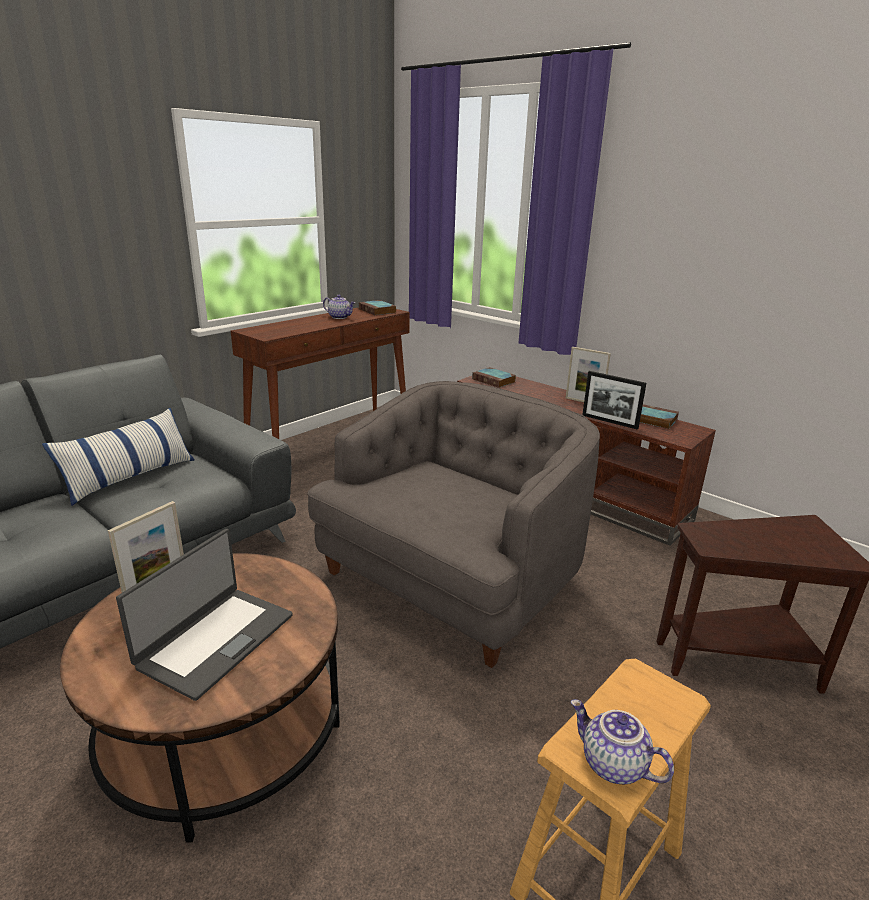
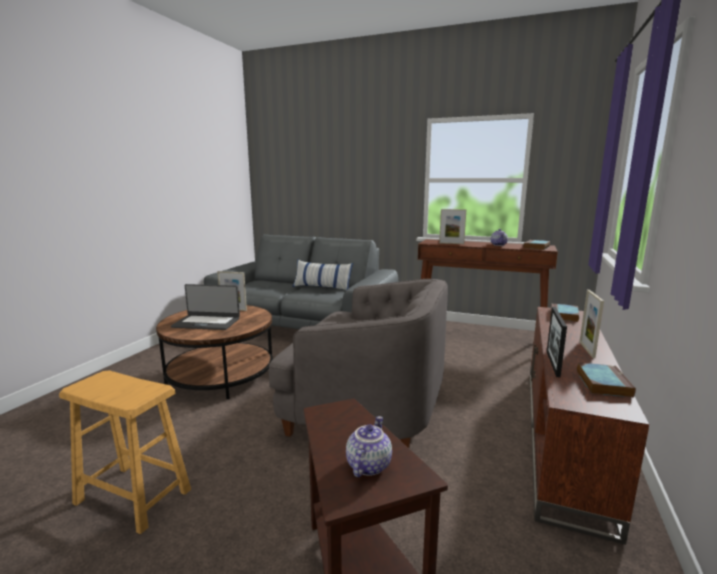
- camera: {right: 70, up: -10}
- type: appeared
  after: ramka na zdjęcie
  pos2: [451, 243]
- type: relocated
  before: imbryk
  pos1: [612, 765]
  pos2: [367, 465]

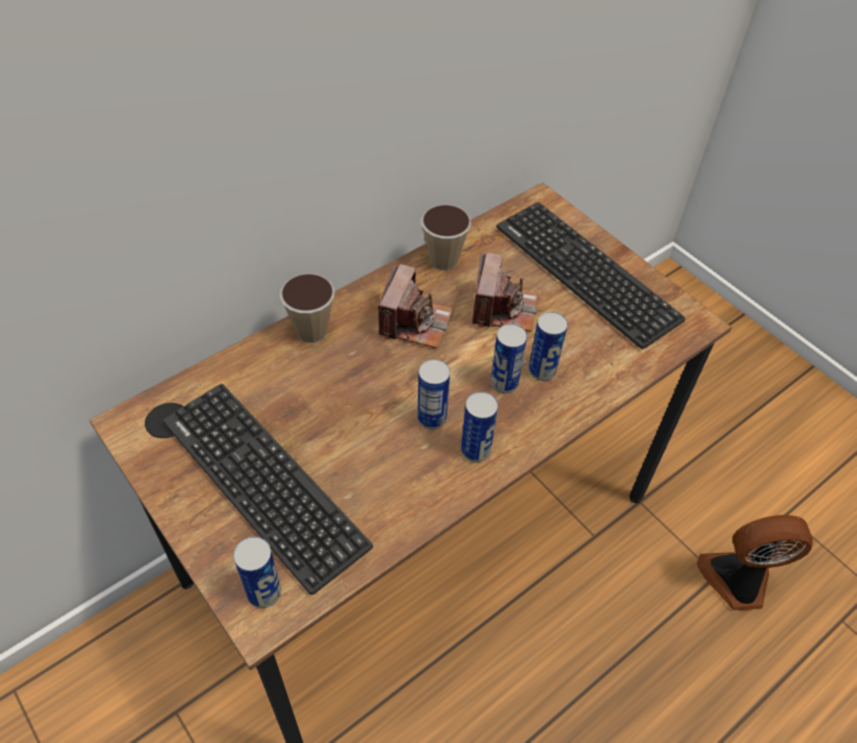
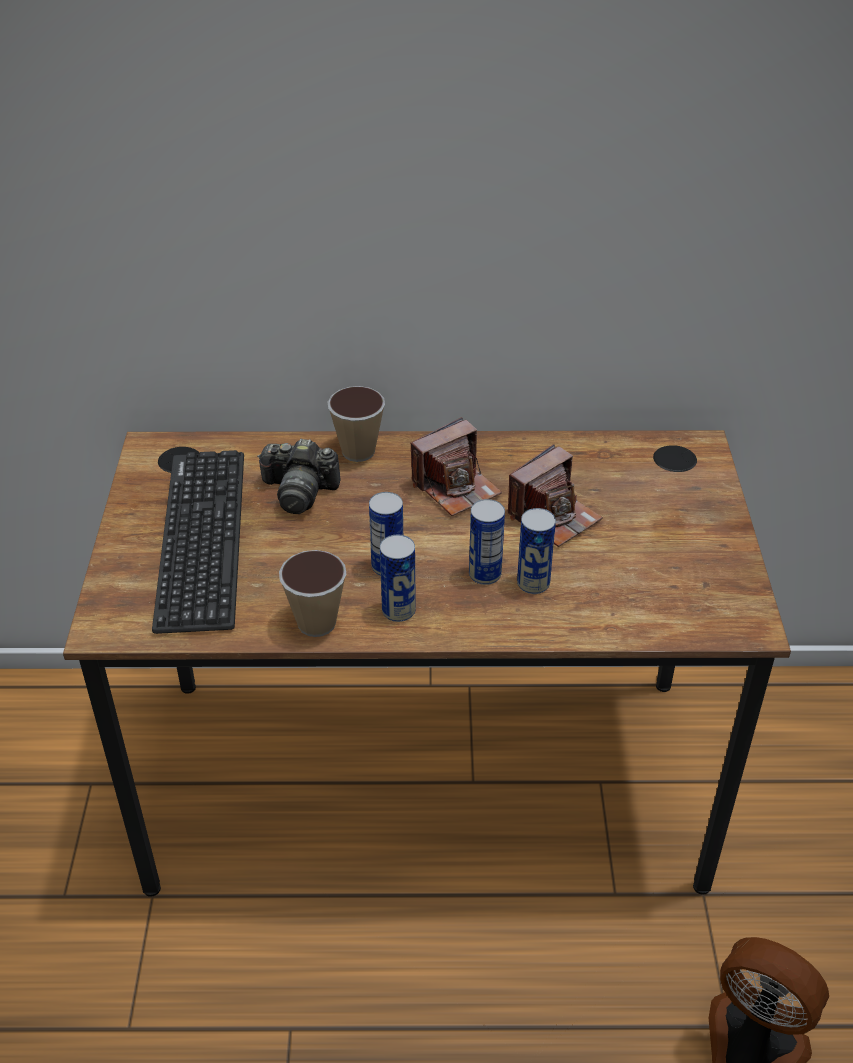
- camera: {right: 40, up: -10}
- type: missing
  before: puszka
  pos1: [264, 592]
- type: missing
  before: klawiatura
  pos1: [586, 273]
- type: appeared
  after: aparat fotograficzny
  pos2: [299, 492]
- type: relocated
  before: filiżanka
  pos1: [443, 260]
  pos2: [316, 623]

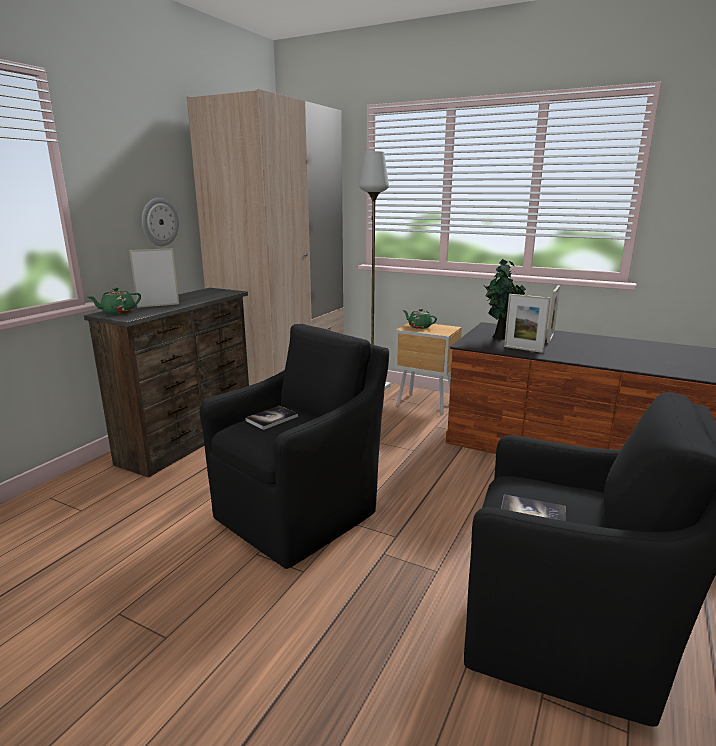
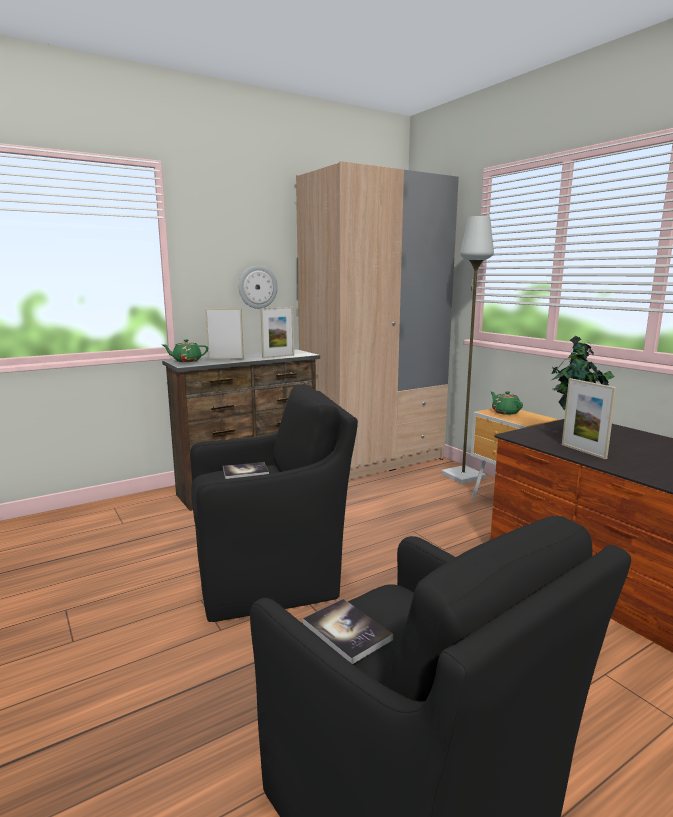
- camera: {right: 30, up: -5}
- type: relocated
  before: ramka na zdjęcie
  pos1: [550, 338]
  pos2: [278, 356]

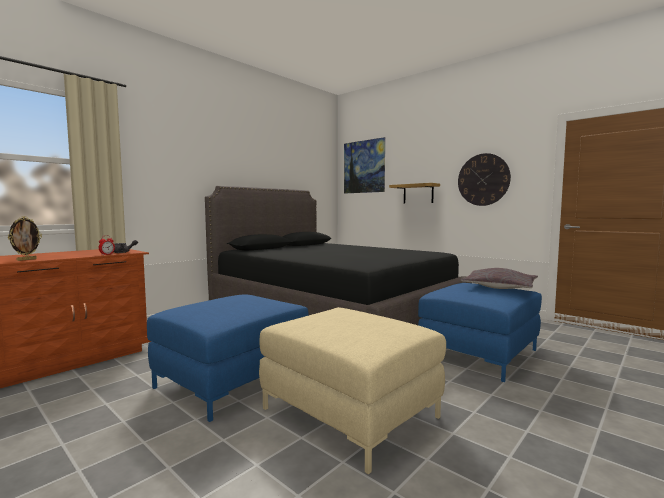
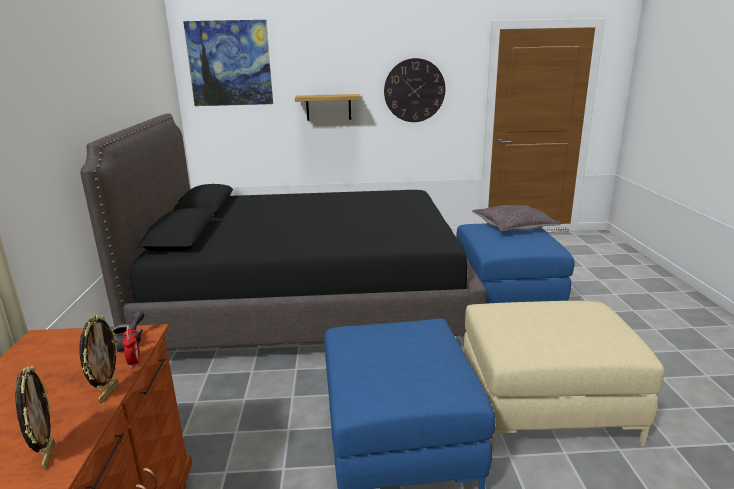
- camera: {right: -45, up: 15}
- type: appeared
  after: ramka na zdjęcie
  pos2: [108, 393]

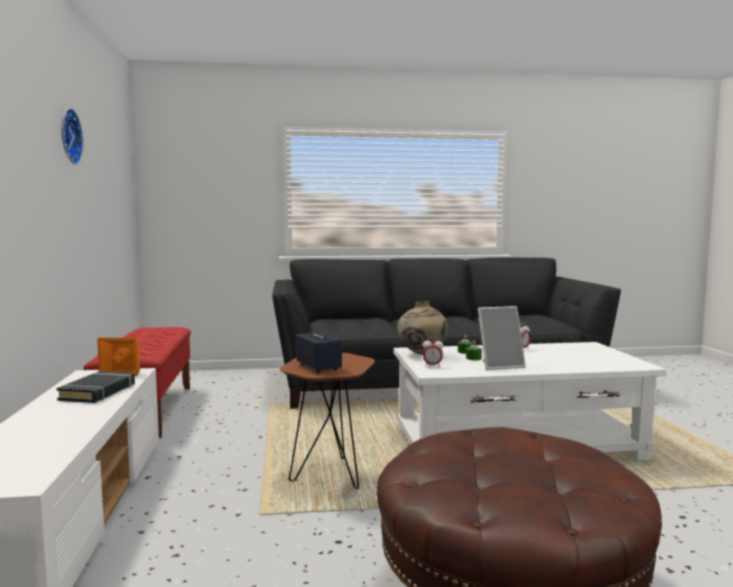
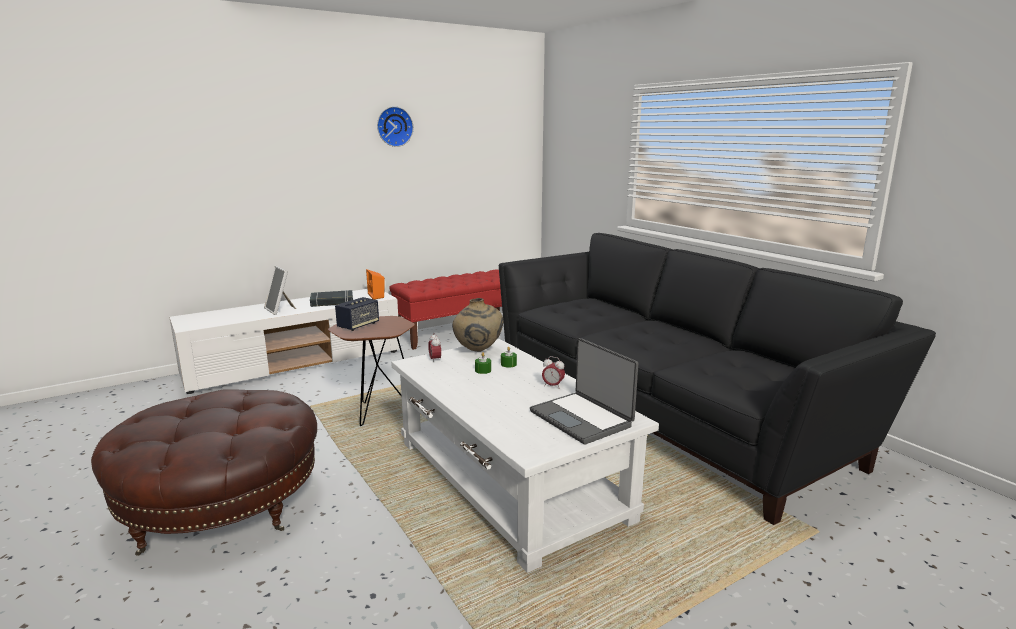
- camera: {right: 65, up: 10}
- type: appeared
  after: laptop
  pos2: [582, 418]
- type: relocated
  before: ramka na zdjęcie
  pos1: [499, 365]
  pos2: [280, 310]

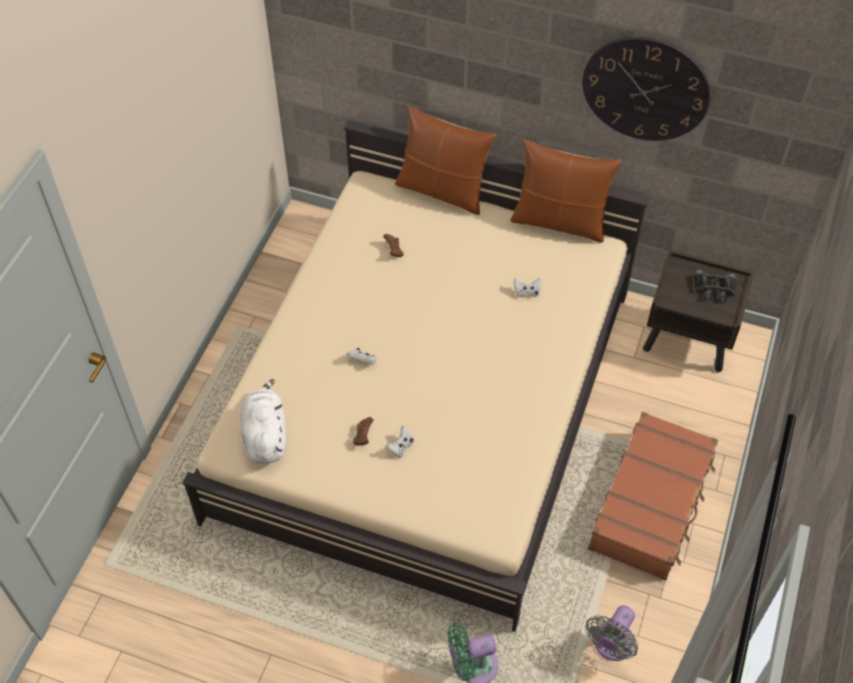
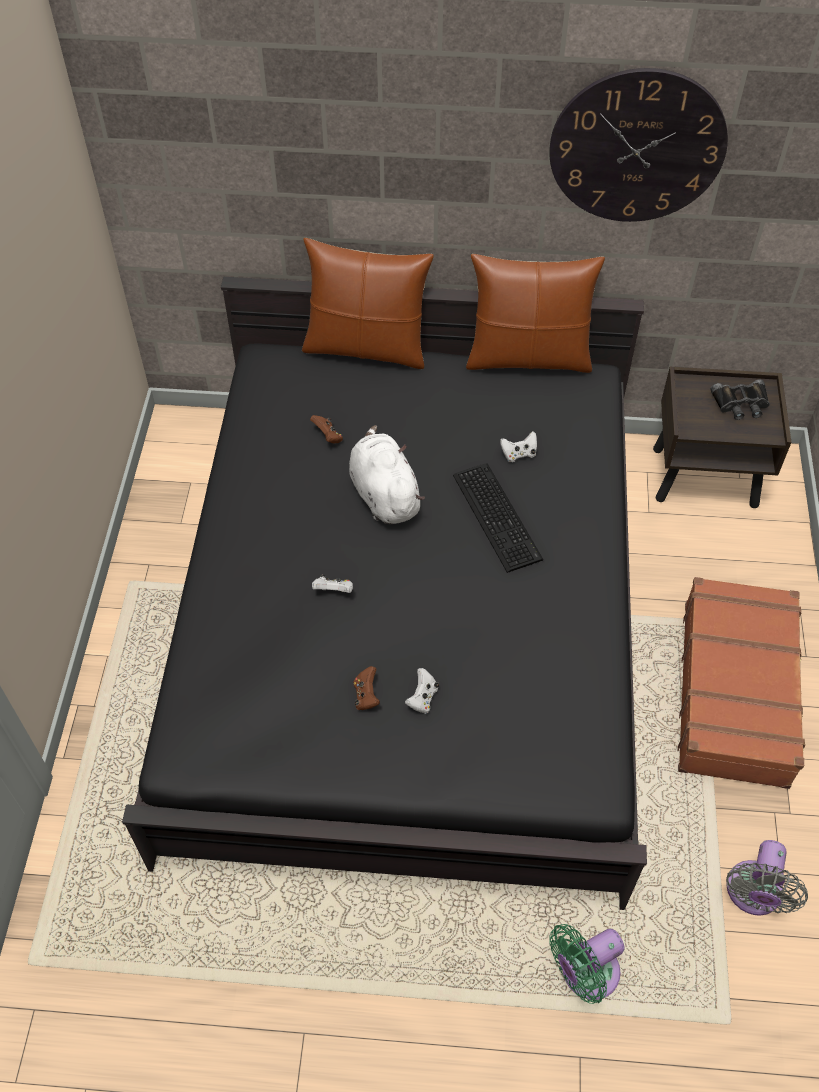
- camera: {right: -15, up: 0}
- type: appeared
  after: klawiatura
  pos2: [498, 515]
- type: relocated
  before: pluszak (biały)
  pos1: [265, 435]
  pos2: [383, 494]
- type: colour
  before: łóżko (beżowy)
  after: łóżko (czarny)
  pos1: [427, 401]
  pos2: [410, 626]

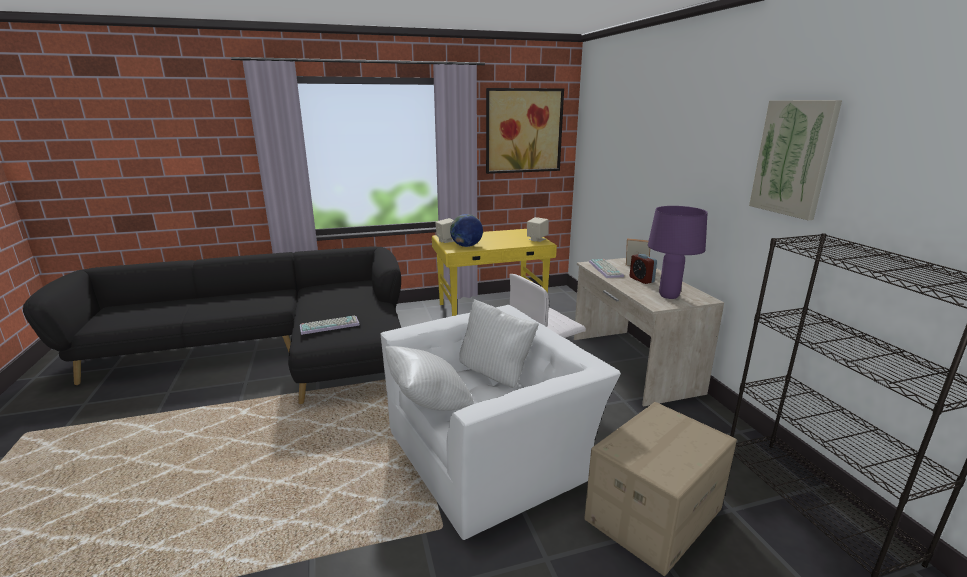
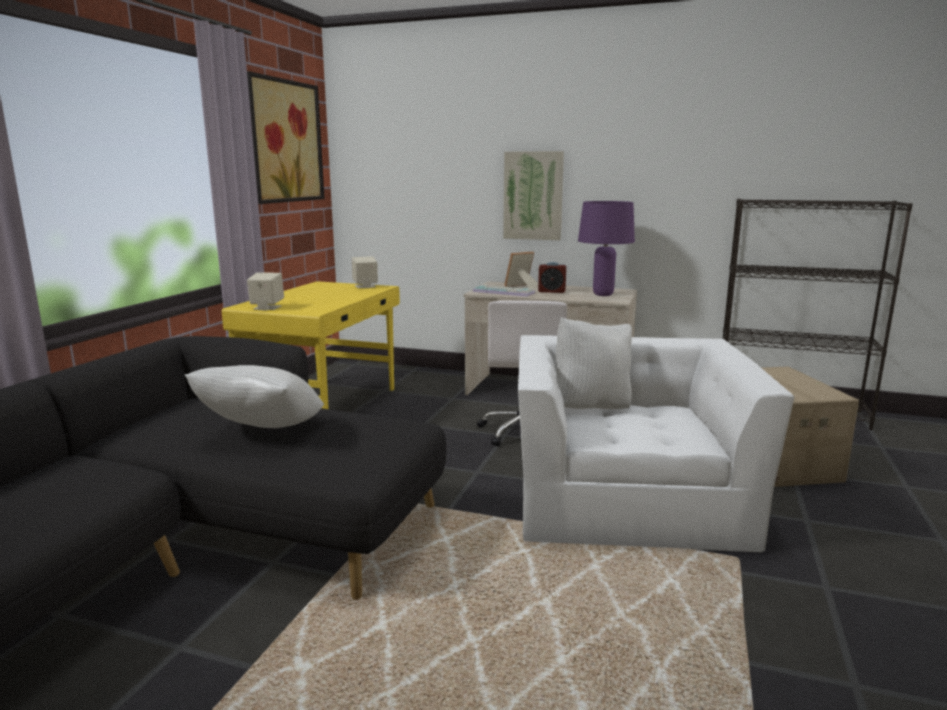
- camera: {right: -55, up: -5}
- type: missing
  before: klawiatura
  pos1: [330, 325]
- type: missing
  before: globus
  pos1: [466, 246]
- type: relocated
  before: poduszka (biały)
  pos1: [428, 403]
  pos2: [262, 432]
- type: relocated
  before: obraz
  pos1: [793, 158]
  pos2: [533, 196]

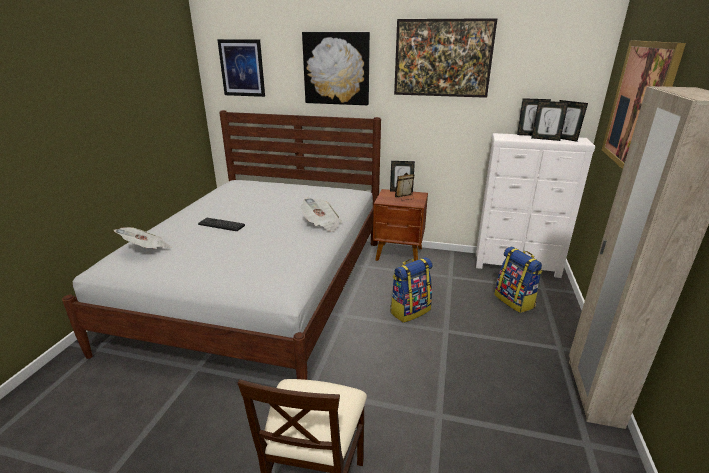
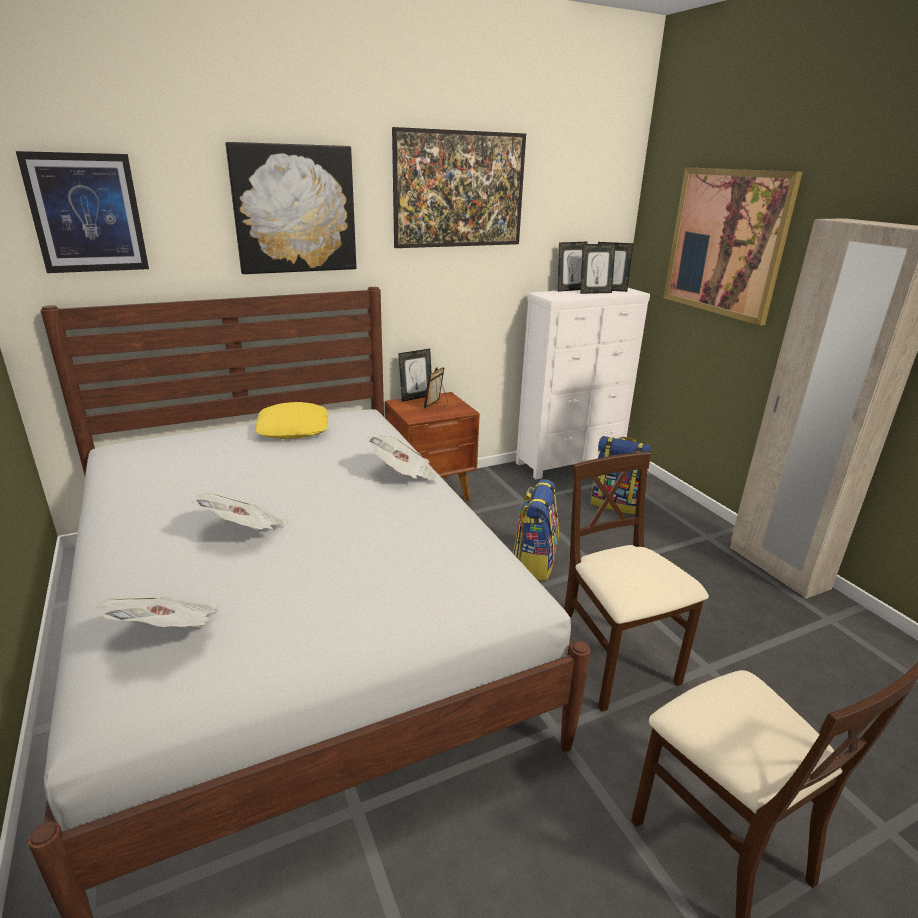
- camera: {right: -40, up: 0}
- type: appeared
  after: poduszka (żółty)
  pos2: [294, 429]
- type: appeared
  after: krzesło (beżowy)
  pos2: [615, 664]
- type: exchanged
  before: klawiatura
  after: gazeta
  pos1: [221, 225]
  pos2: [245, 531]

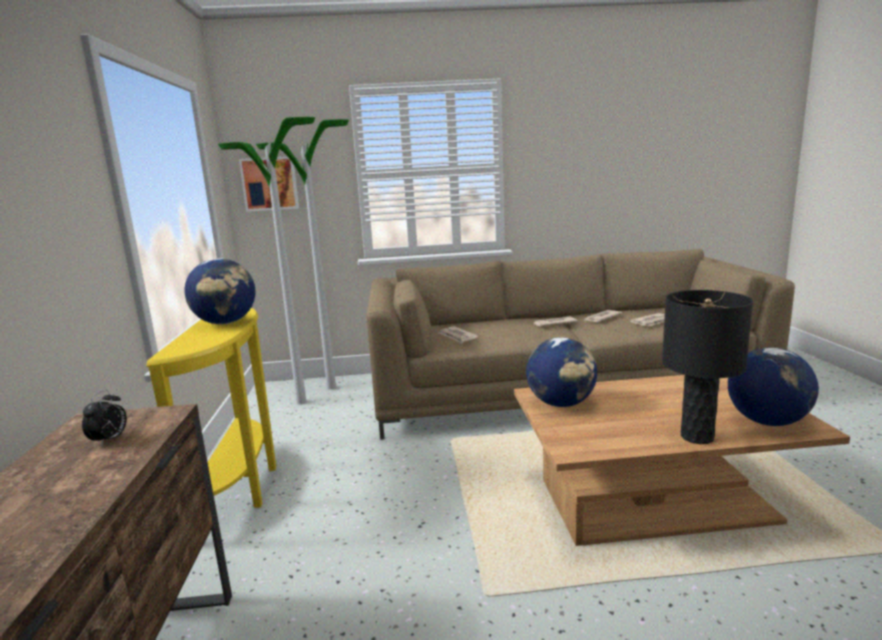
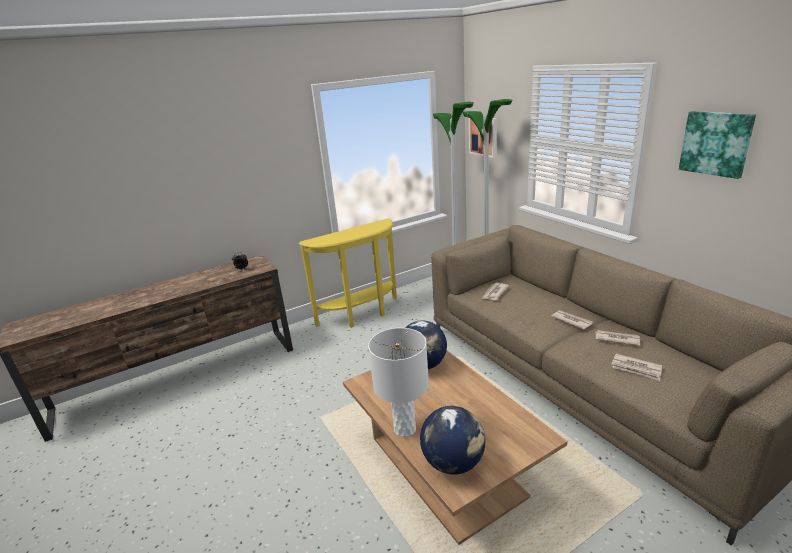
- camera: {right: 65, up: 10}
- type: missing
  before: globus
  pos1: [226, 323]
- type: appeared
  after: obraz
  pos2: [716, 143]
- type: colour
  before: lampa stołowa (czarny)
  after: lampa stołowa (biały)
  pos1: [696, 437]
  pos2: [405, 429]

